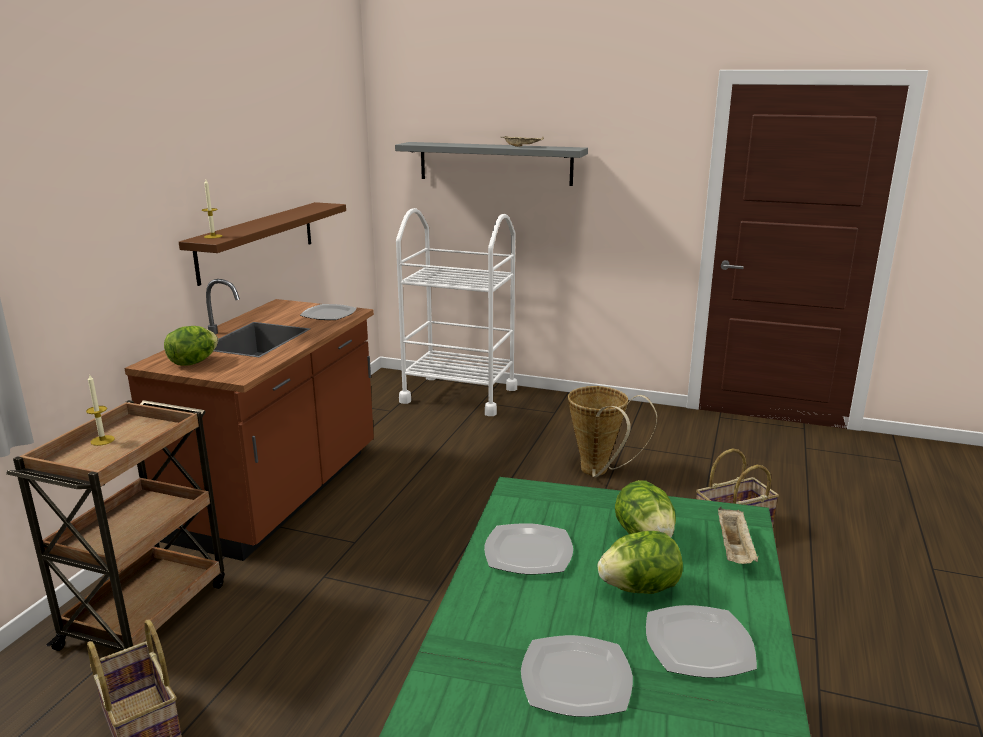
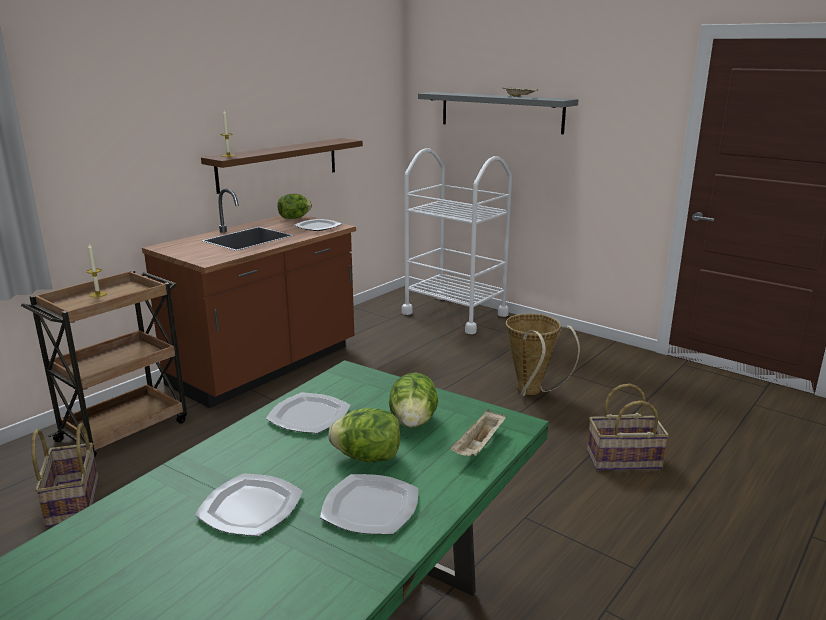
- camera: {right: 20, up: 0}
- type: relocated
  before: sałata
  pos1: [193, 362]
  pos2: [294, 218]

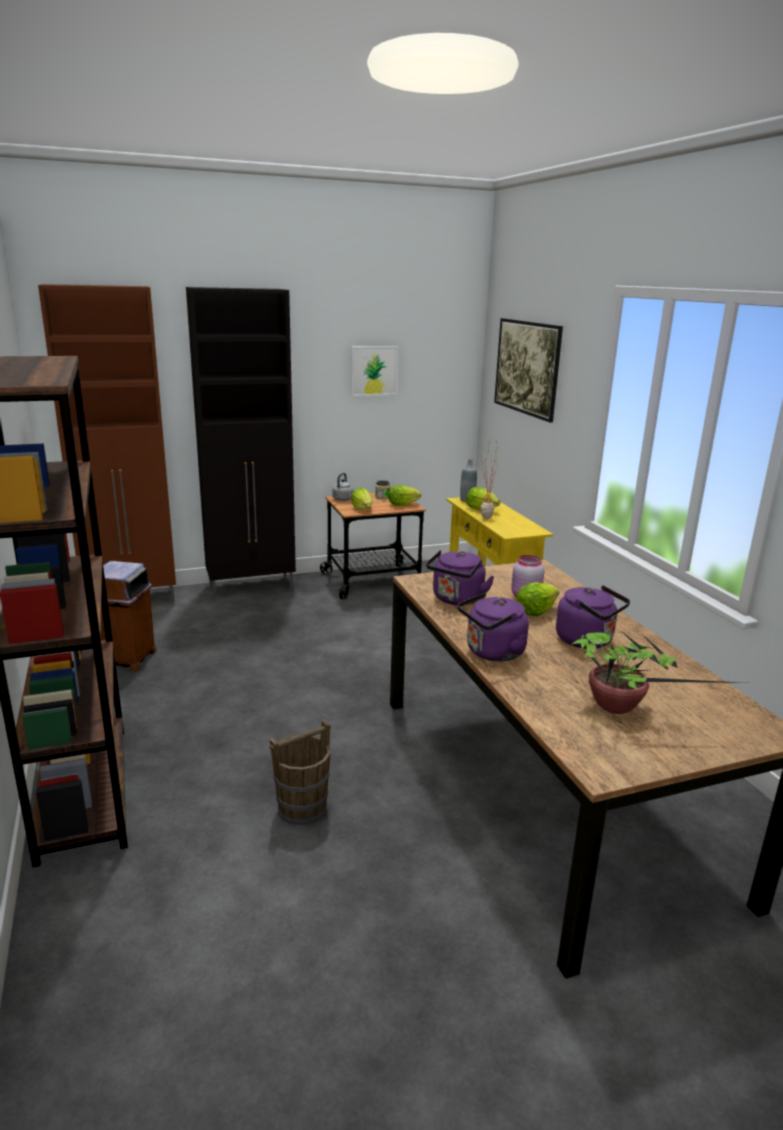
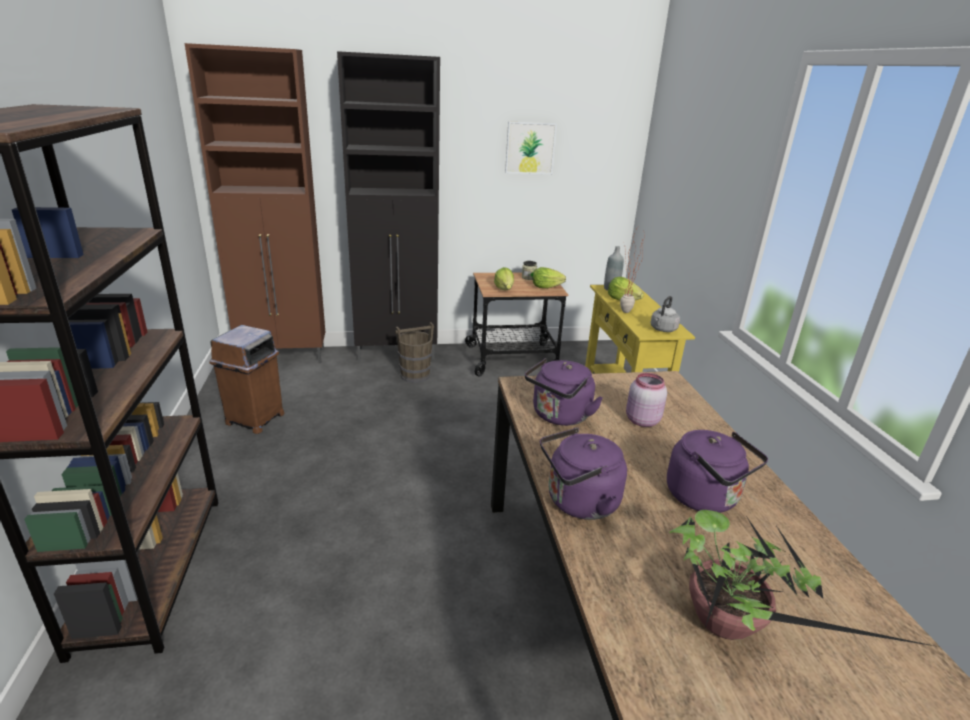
- camera: {right: 10, up: 5}
- type: missing
  before: obraz
  pos1: [524, 390]
- type: missing
  before: sałata
  pos1: [535, 612]
- type: relocated
  before: wiadro (brązowy)
  pos1: [302, 808]
  pos2: [415, 375]
- type: relocated
  before: czajnik (szary)
  pos1: [342, 499]
  pos2: [662, 329]

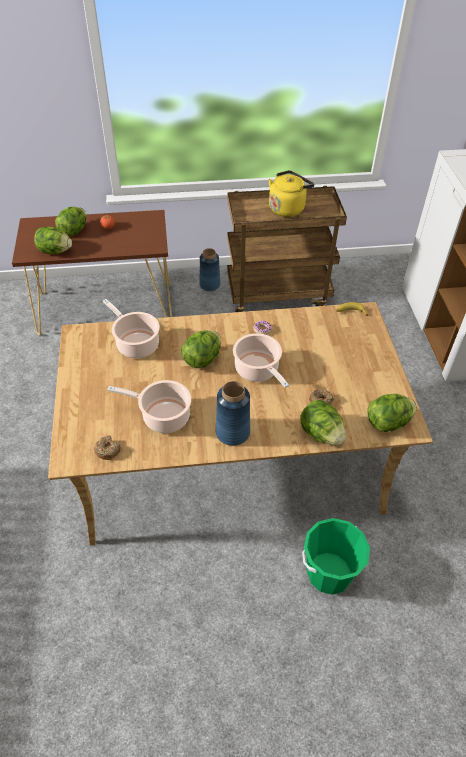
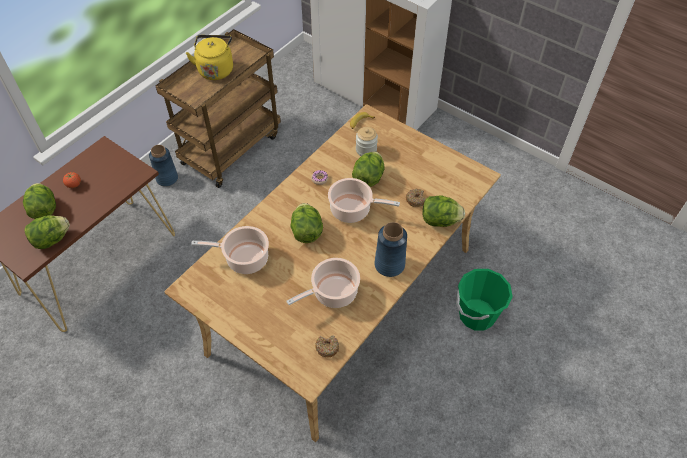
- camera: {right: -45, up: 5}
- type: appeared
  after: słoik
  pos2: [366, 150]
- type: relocated
  before: sałata
  pos1: [387, 422]
  pos2: [368, 178]

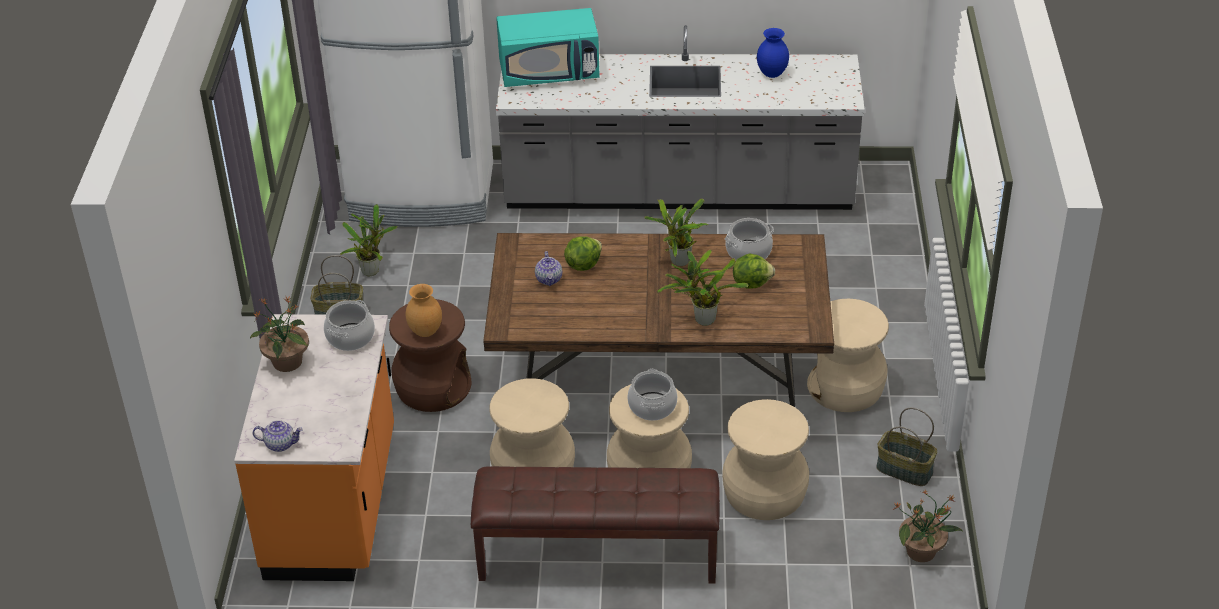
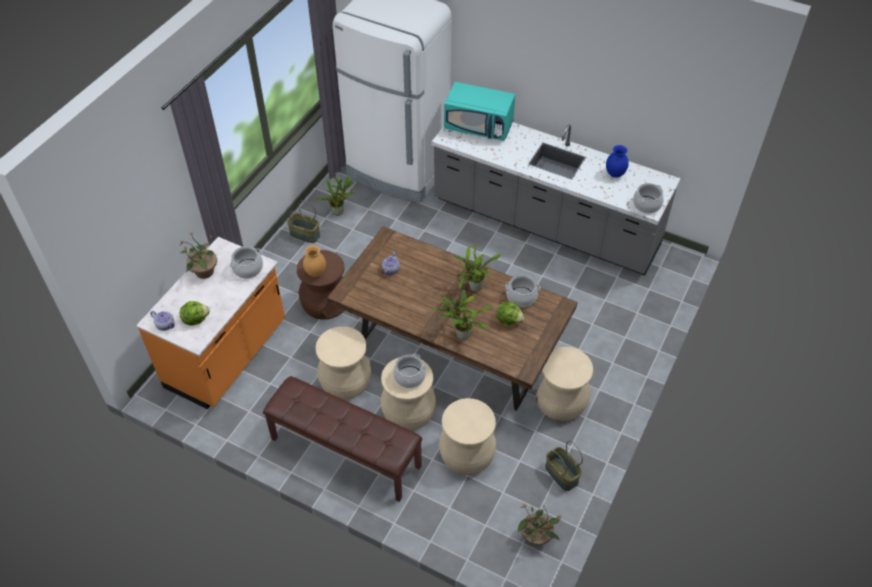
- camera: {right: 25, up: 10}
- type: appeared
  after: garnek
  pos2: [647, 205]
- type: relocated
  before: sałata
  pos1: [583, 264]
  pos2: [195, 319]

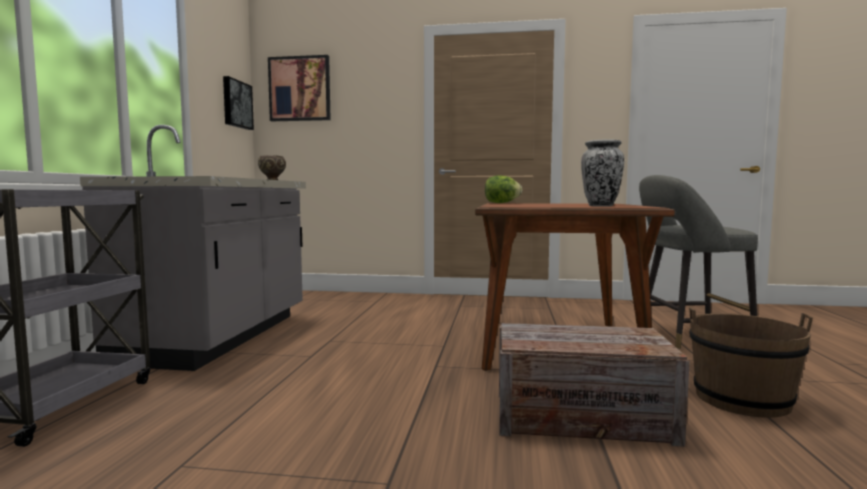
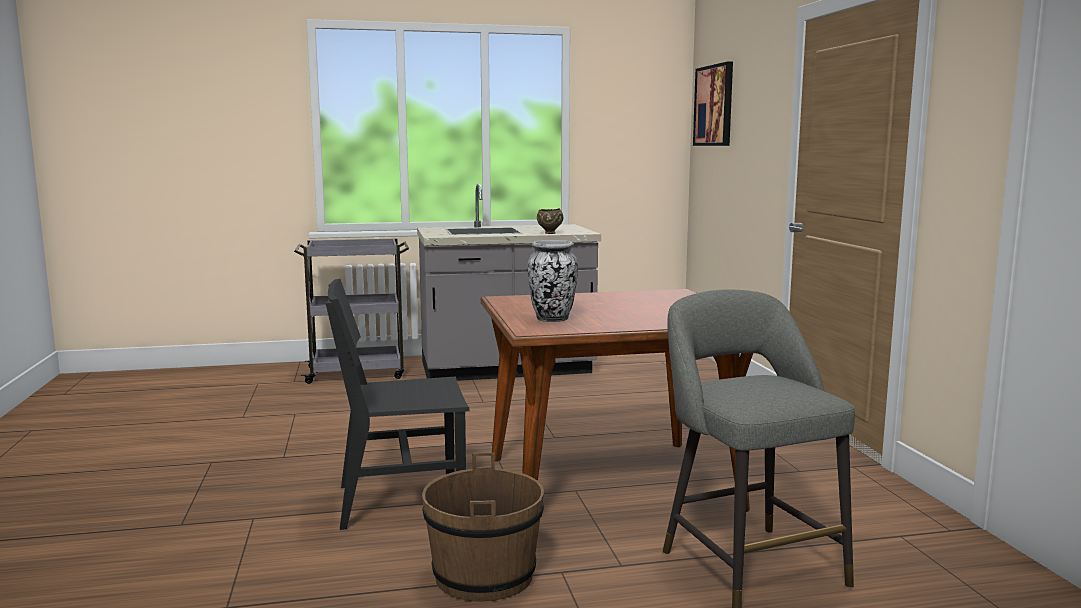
- camera: {right: 70, up: 5}
- type: missing
  before: obraz
  pos1: [236, 104]
- type: missing
  before: sałata
  pos1: [501, 203]
- type: exchanged
  before: skrzynka
  after: krzesło (czarny)
  pos1: [579, 417]
  pos2: [400, 501]

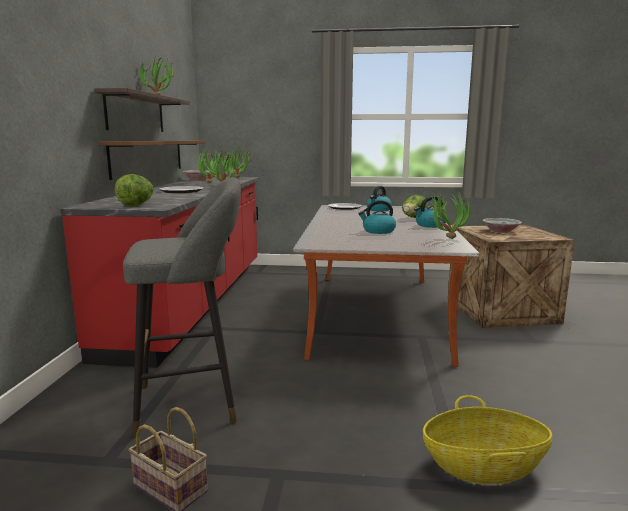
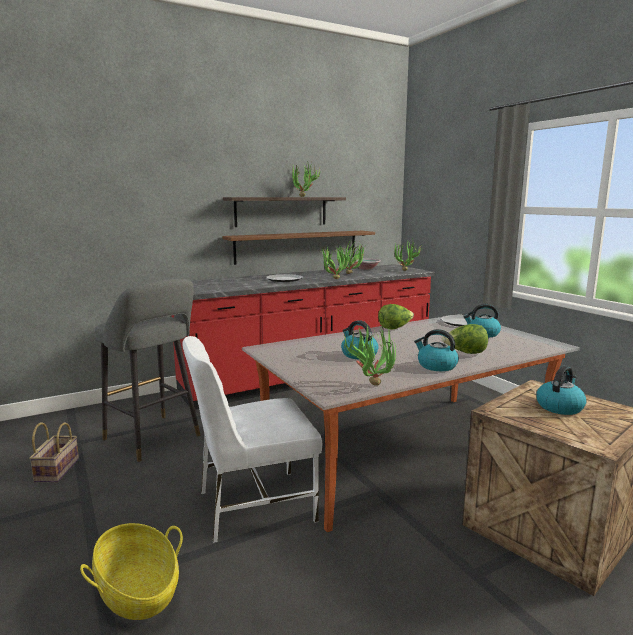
- camera: {right: 55, up: 0}
- type: appeared
  after: krzesło (biały)
  pos2: [253, 505]
- type: relocated
  before: sałata
  pos1: [137, 205]
  pos2: [395, 328]
- type: exchanged
  before: miska
  after: czajnik
  pos1: [500, 231]
  pos2: [559, 407]

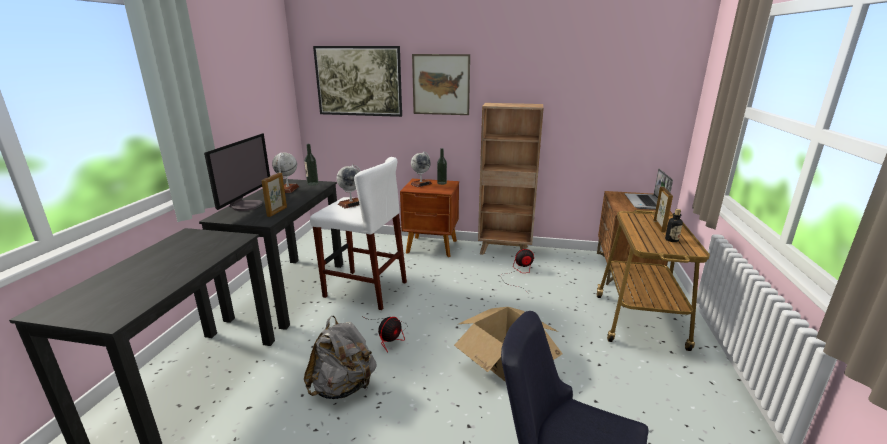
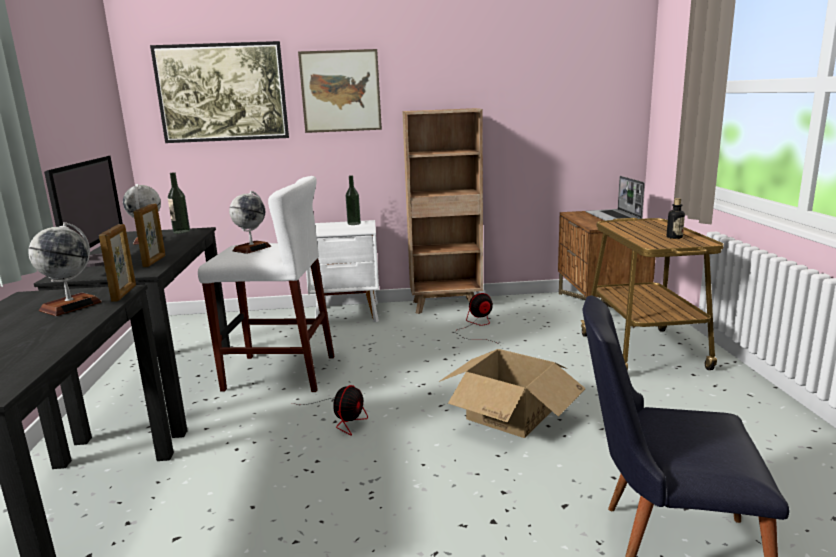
- camera: {right: -15, up: -5}
- type: missing
  before: plecak (szary)
  pos1: [343, 387]
- type: relocated
  before: globus
  pos1: [421, 184]
  pos2: [71, 306]
- type: relocated
  before: ramka na zdjęcie
  pos1: [659, 226]
  pos2: [124, 293]
- type: colour
  before: szafka nocna (brązowy)
  after: szafka nocna (biały)
  pos1: [432, 247]
  pos2: [348, 314]

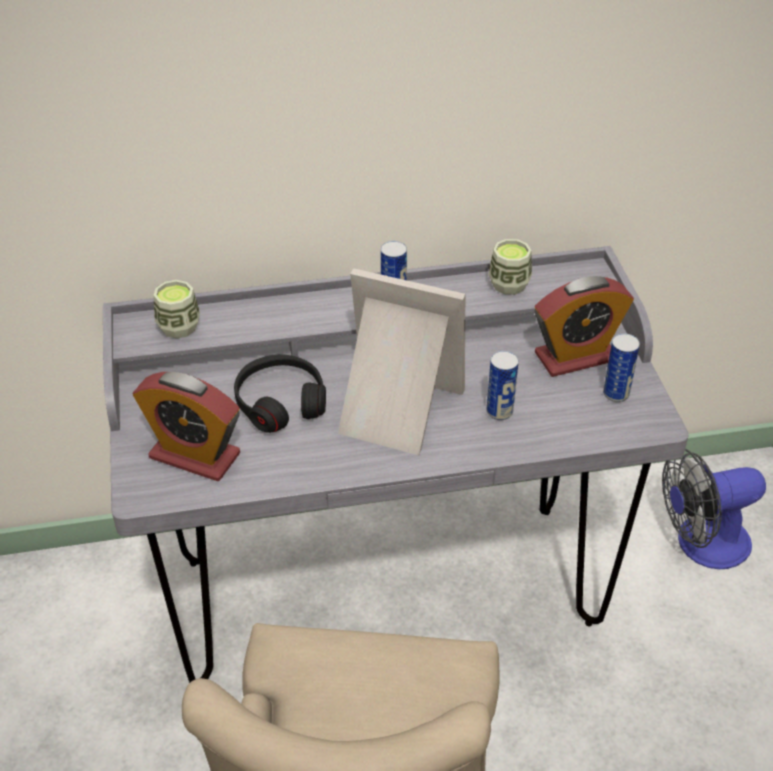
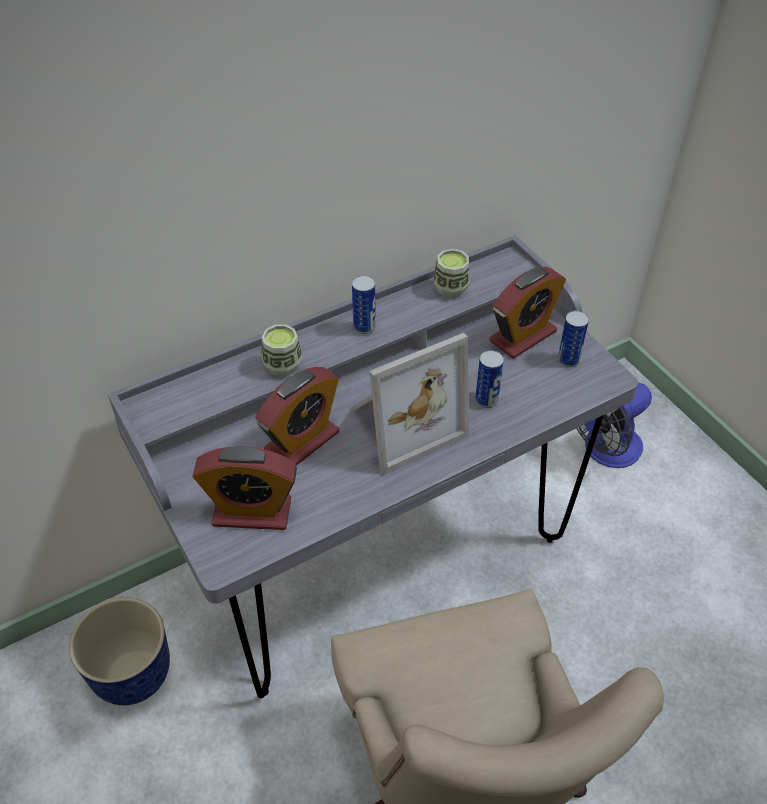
- camera: {right: -20, up: 5}
- type: appeared
  after: donica
  pos2: [133, 674]
- type: relocated
  before: filiżanka
  pos1: [179, 327]
  pos2: [282, 365]
- type: exchanged
  before: słuchawki (czarny)
  after: budzik
  pos1: [280, 402]
  pos2: [302, 441]
- type: spun
  before: ramka na zdjęcie
  pos1: [395, 411]
  pos2: [402, 423]
  turn: 150

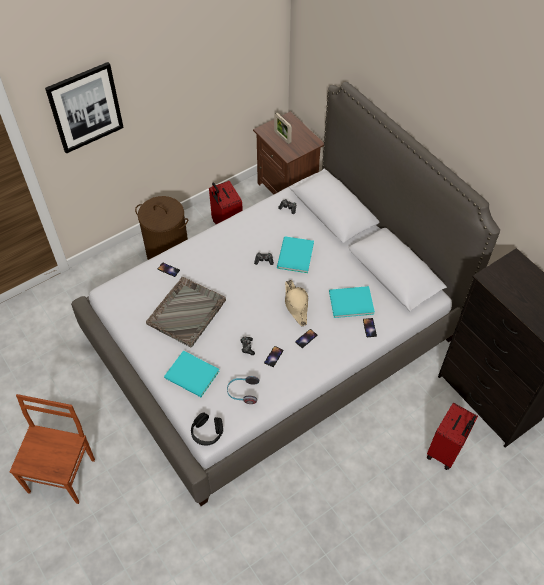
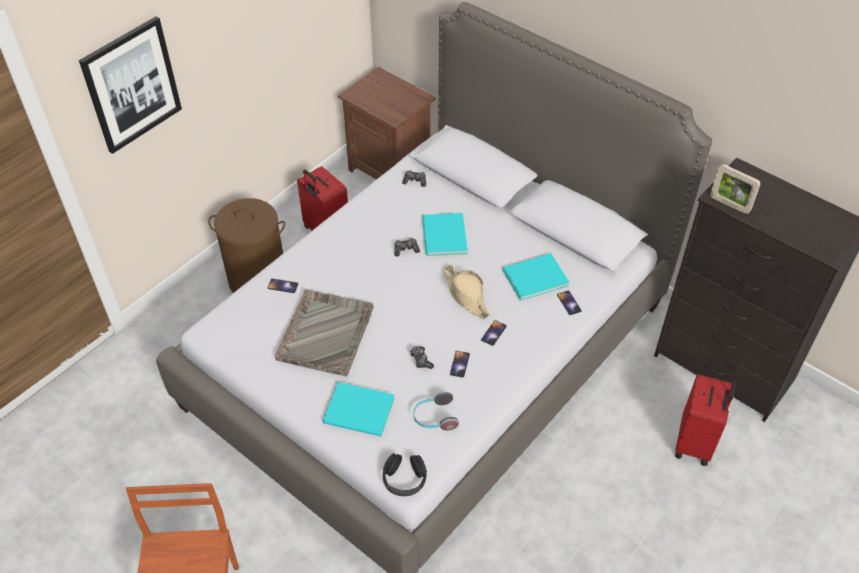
- camera: {right: -15, up: -5}
- type: relocated
  before: ramka na zdjęcie
  pos1: [282, 137]
  pos2: [729, 204]

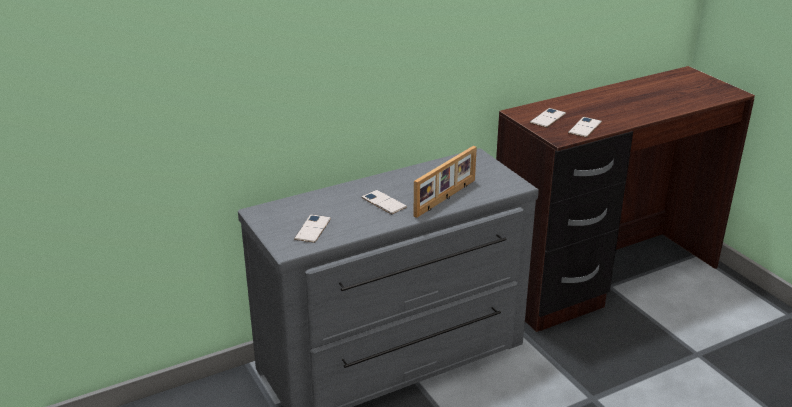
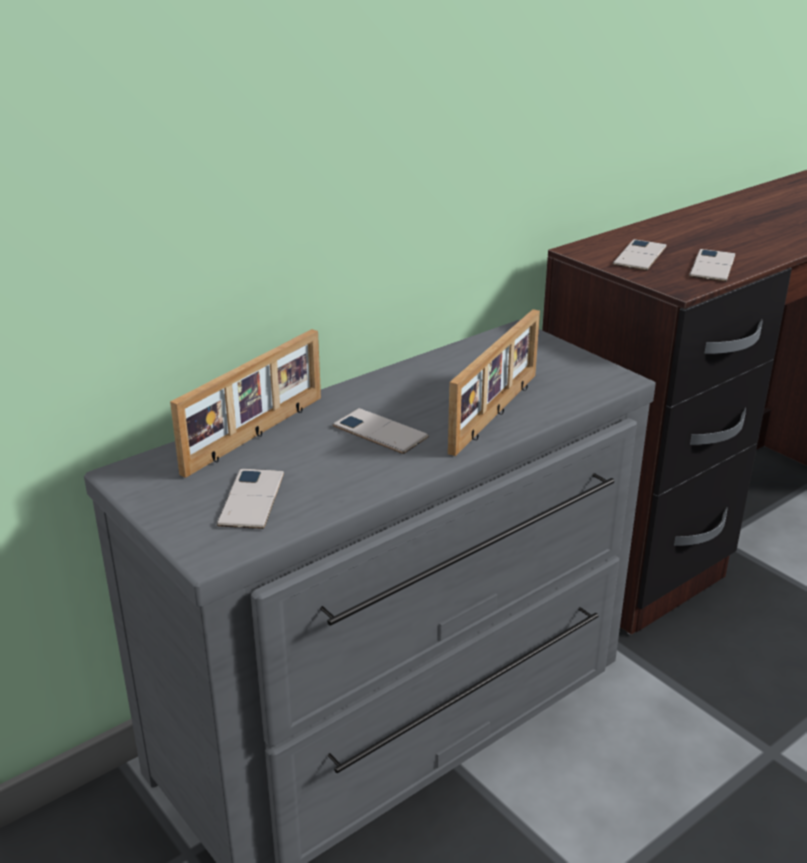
- camera: {right: -10, up: 0}
- type: appeared
  after: ramka na zdjęcie
  pos2: [256, 435]

